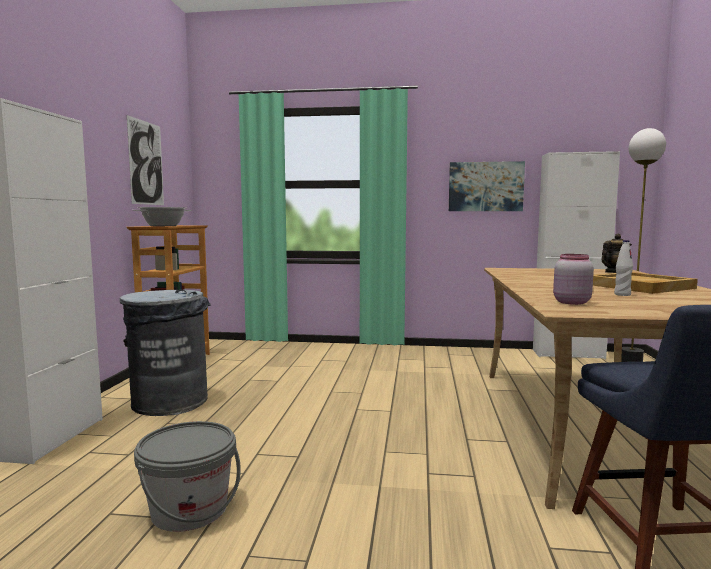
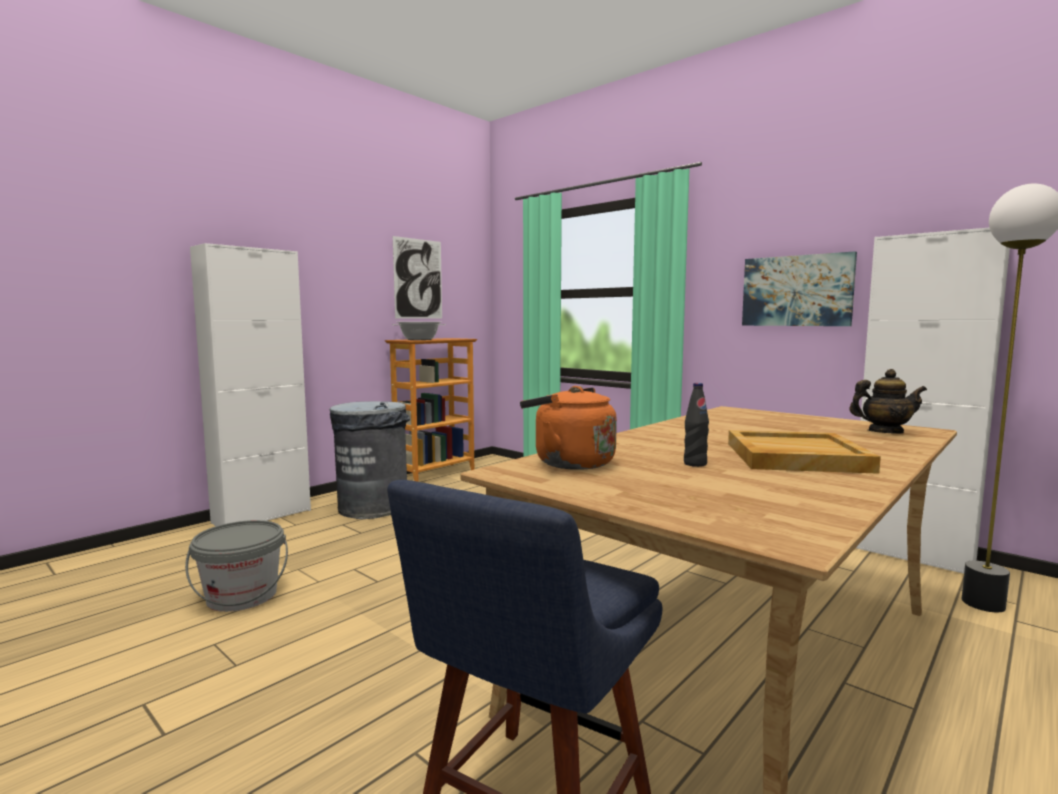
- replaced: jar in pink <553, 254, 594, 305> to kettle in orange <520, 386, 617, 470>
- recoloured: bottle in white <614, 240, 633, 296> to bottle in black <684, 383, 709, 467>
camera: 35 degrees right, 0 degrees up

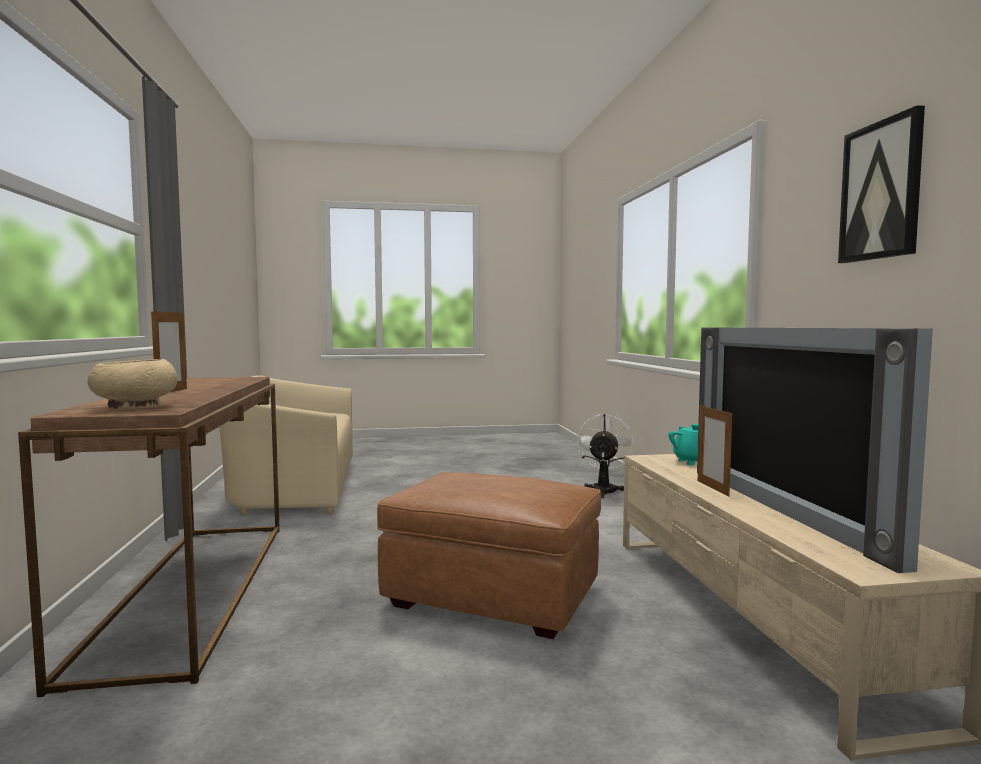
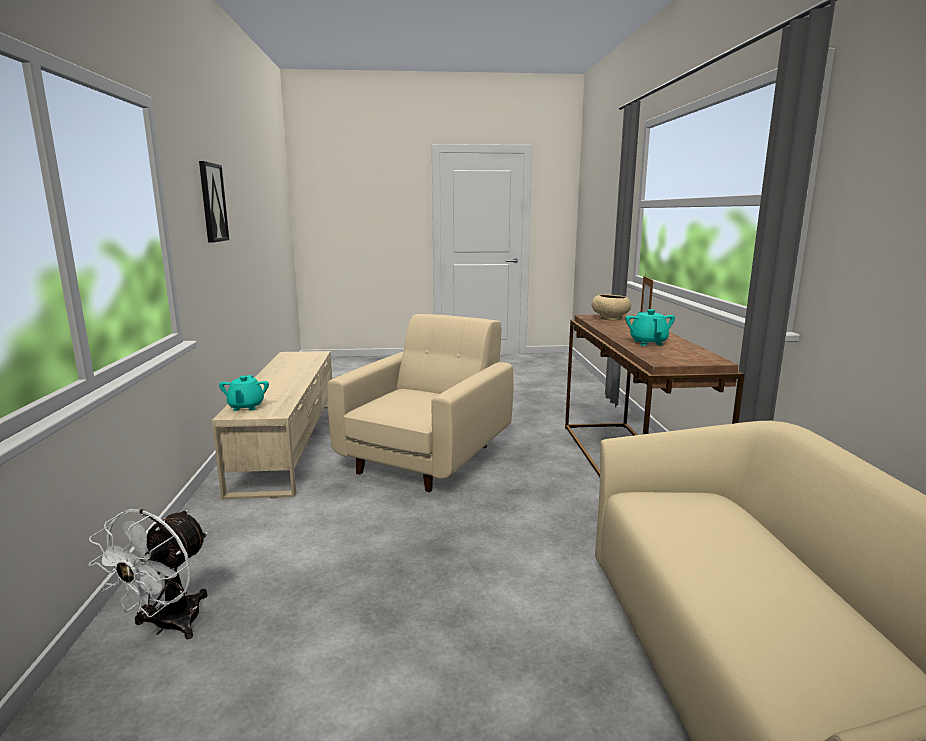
- replaced: ottoman in brown <377, 472, 601, 639> to armchair in beige <327, 314, 513, 492>
- removed: television <697, 327, 933, 573>
- removed: picture frame <698, 404, 732, 497>
- added: teapot in turquoise <625, 309, 675, 346>
camera: 175 degrees left, 10 degrees up

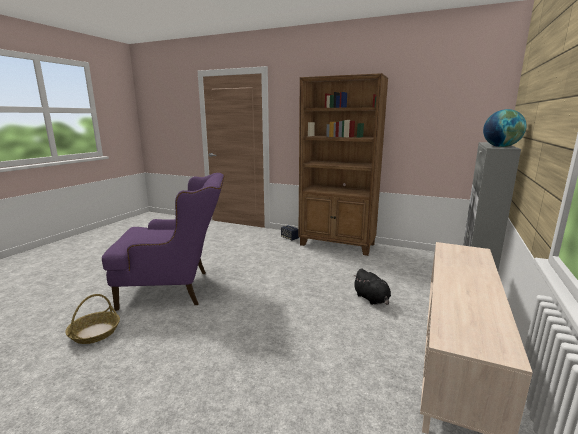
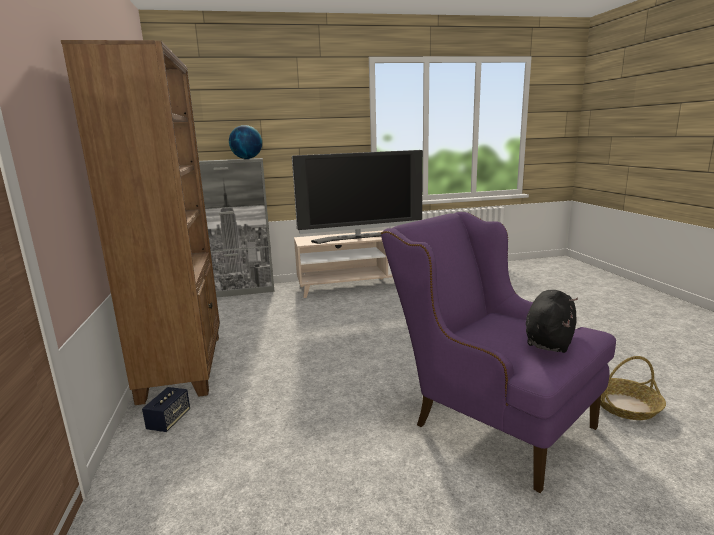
- moved: plush toy in black <354, 268, 391, 305> to <526, 290, 578, 353>
- added: television <292, 150, 423, 244>
camera: 125 degrees left, 0 degrees up

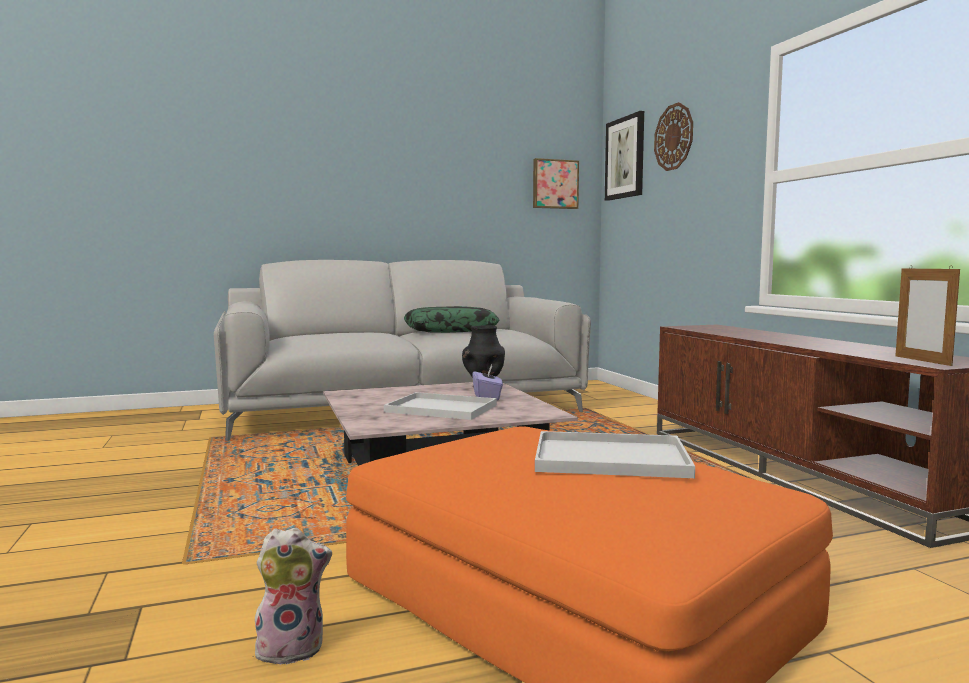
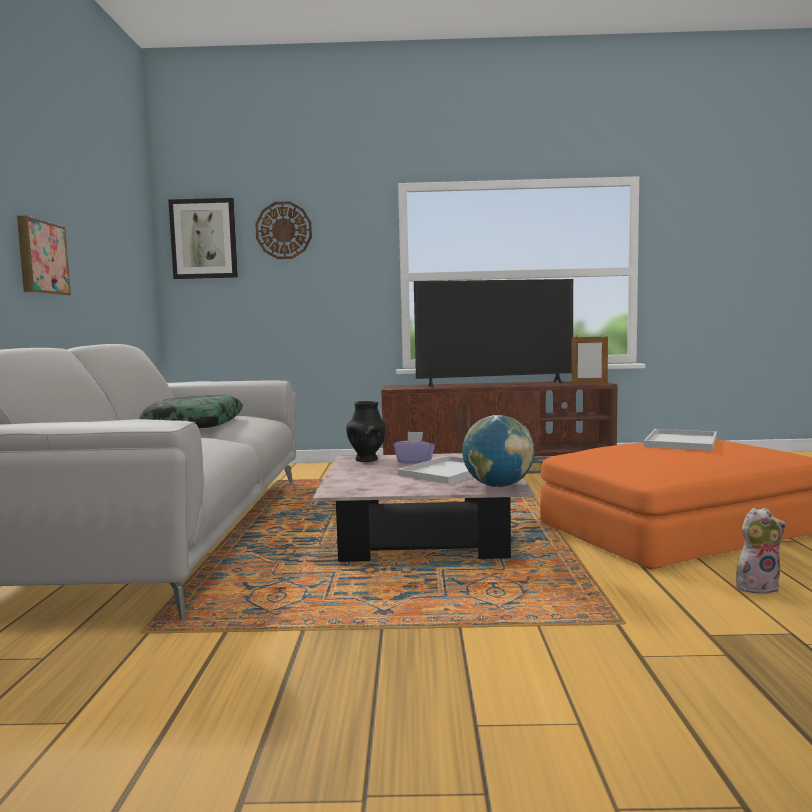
- turned: plush toy <255, 528, 332, 665> = <736, 508, 786, 594> 75 degrees clockwise
- moved: picture <533, 158, 579, 209> to <17, 216, 71, 296>
- added: television <414, 279, 573, 388>
- added: globe <462, 415, 535, 487>
camera: 70 degrees left, 0 degrees up

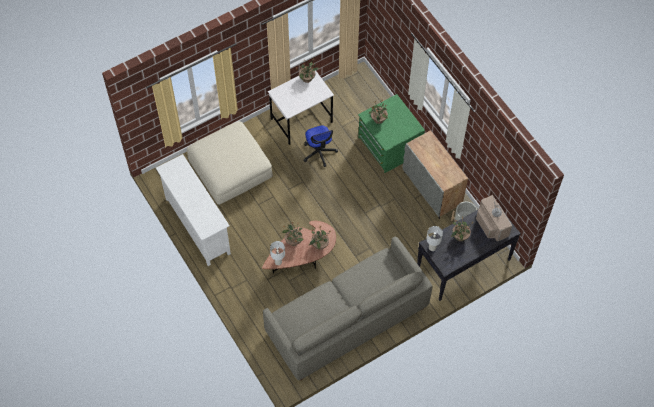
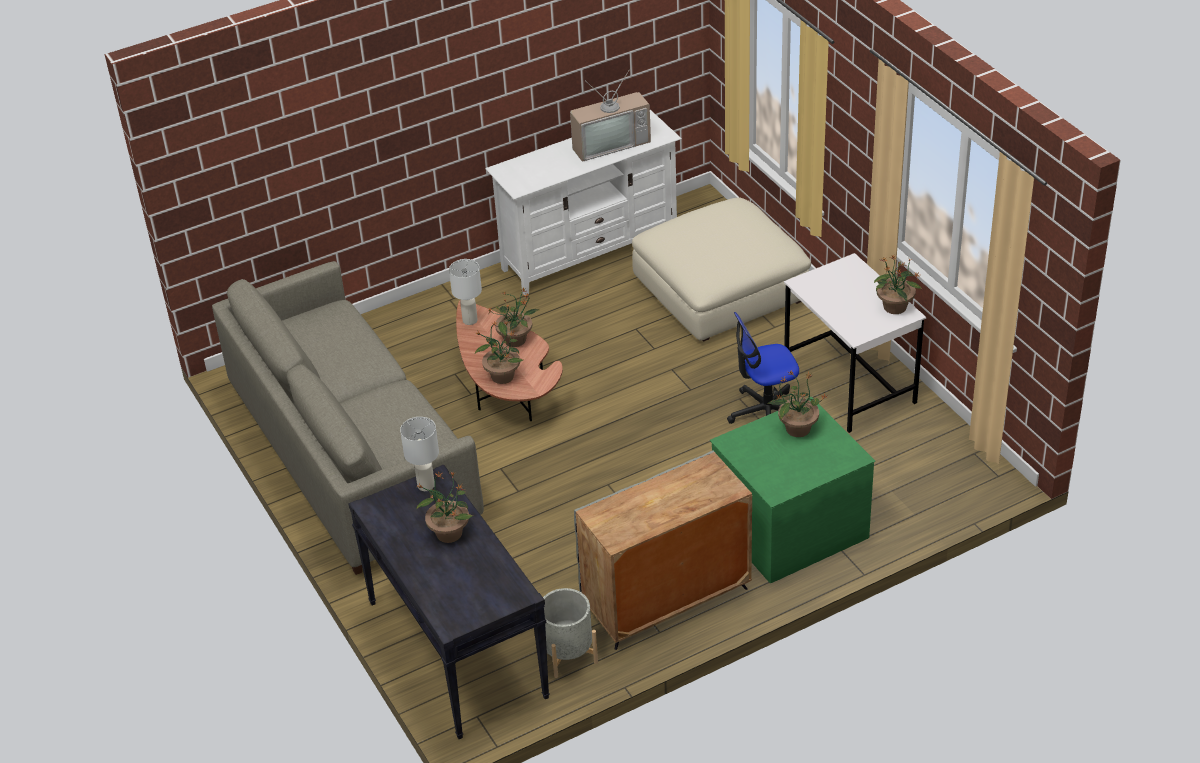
- moved: television <476, 193, 512, 241> to <570, 68, 651, 162>
camera: 95 degrees right, 20 degrees down

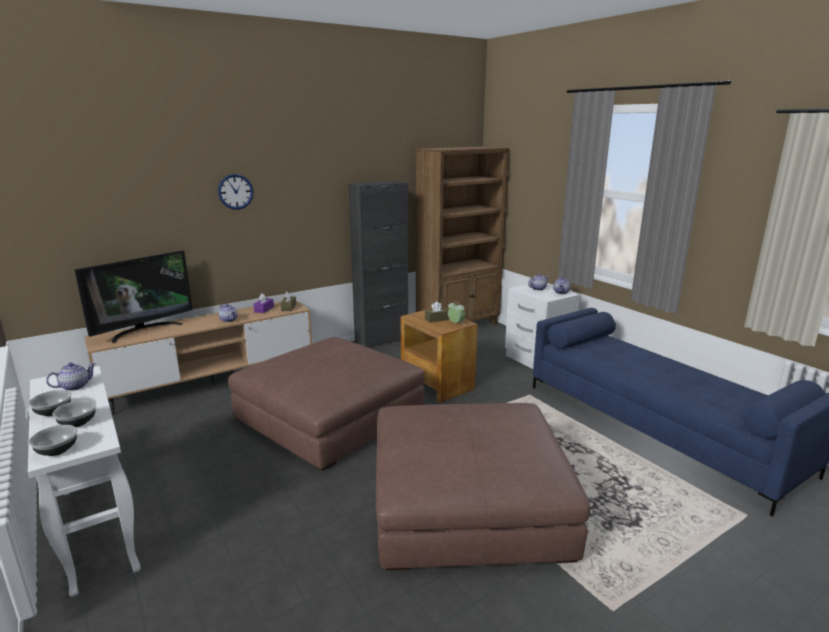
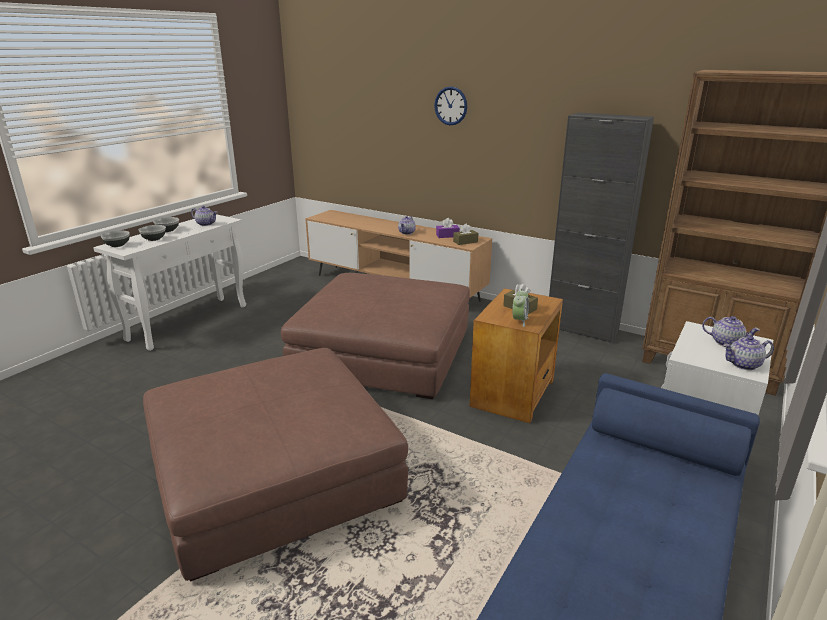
- removed: television <74, 250, 193, 343>
camera: 65 degrees right, 5 degrees up

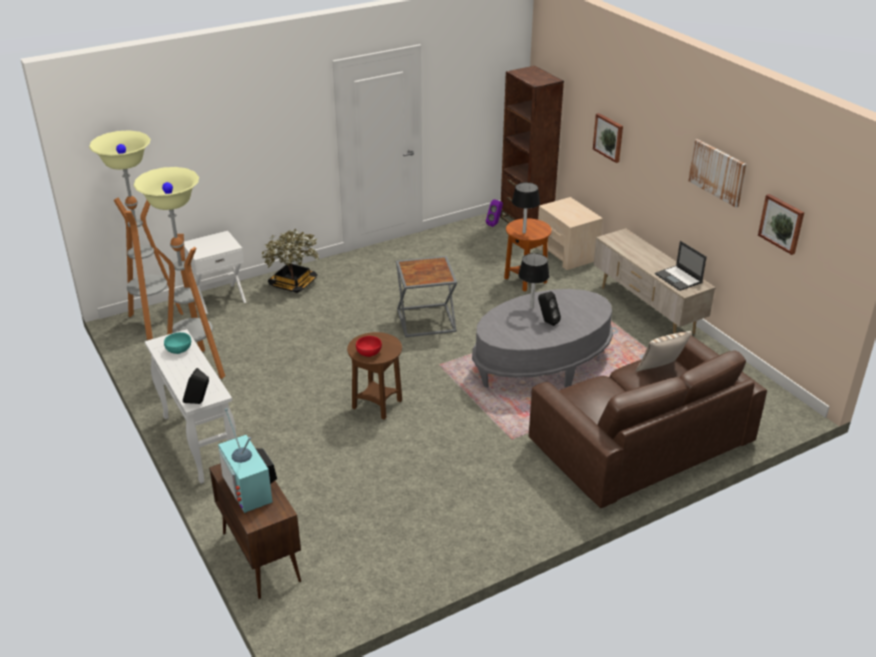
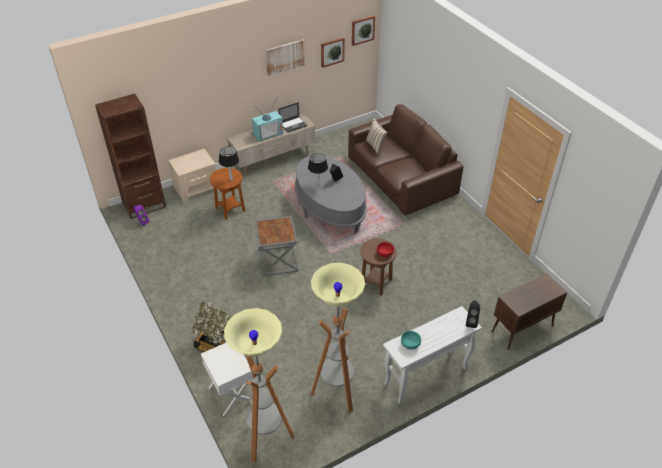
- moved: television <218, 408, 277, 513> to <252, 97, 283, 142>
- moved: picture <593, 113, 623, 163> to <352, 15, 375, 46>
camera: 90 degrees left, 10 degrees up

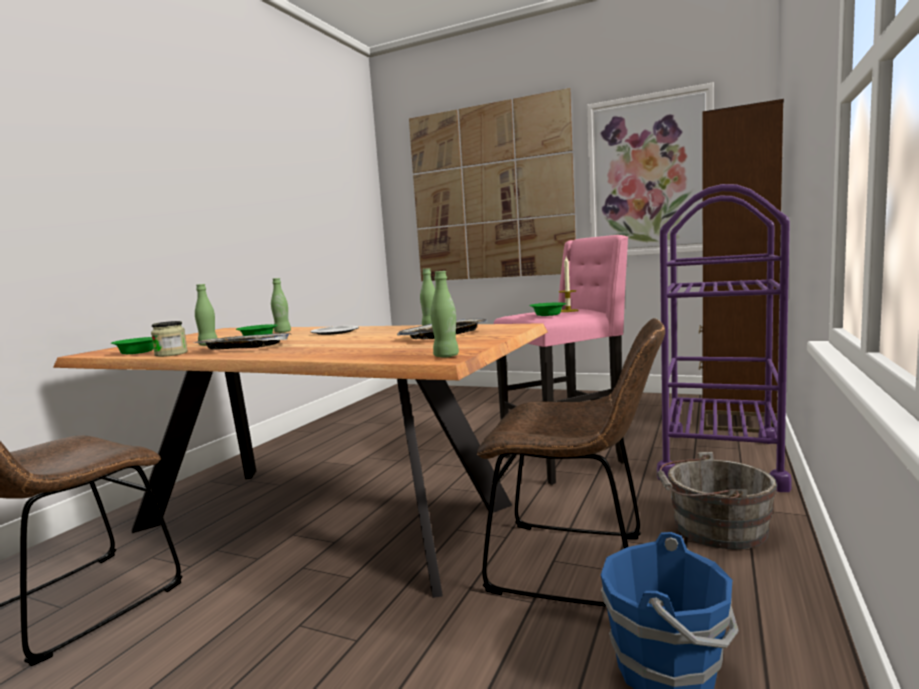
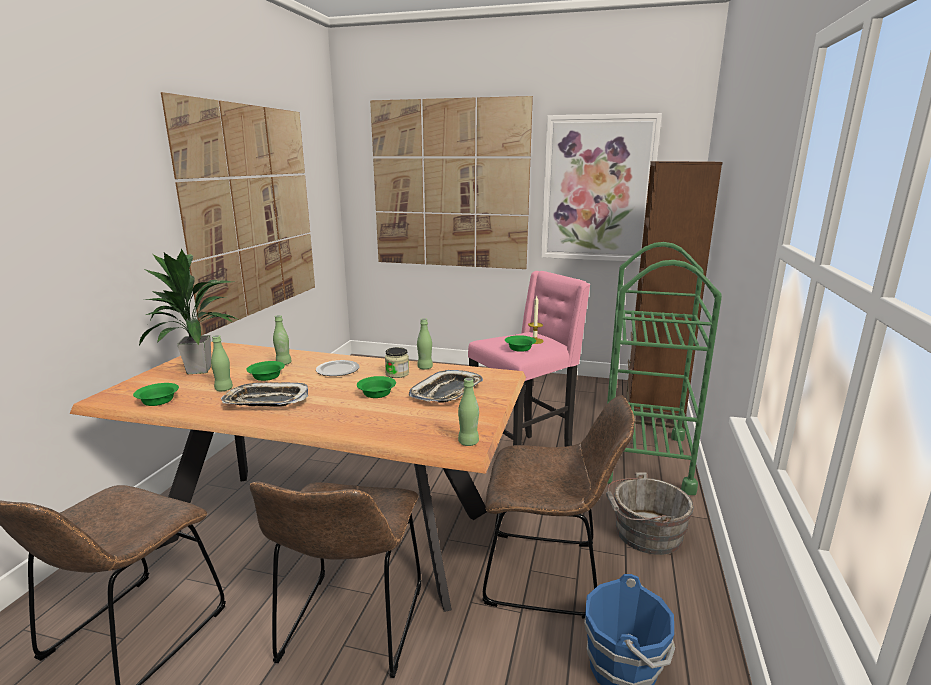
- moved: jar <151, 321, 188, 357> to <385, 347, 409, 378>
- recoloured: cart in purple <657, 184, 792, 492> to cart in green <607, 242, 722, 495>
- added: potted plant <139, 249, 240, 374>
- added: picture <161, 92, 315, 335>
- added: chair in brown <250, 481, 421, 678>
- added: bowl in green <357, 376, 396, 398>
camera: 10 degrees left, 10 degrees up

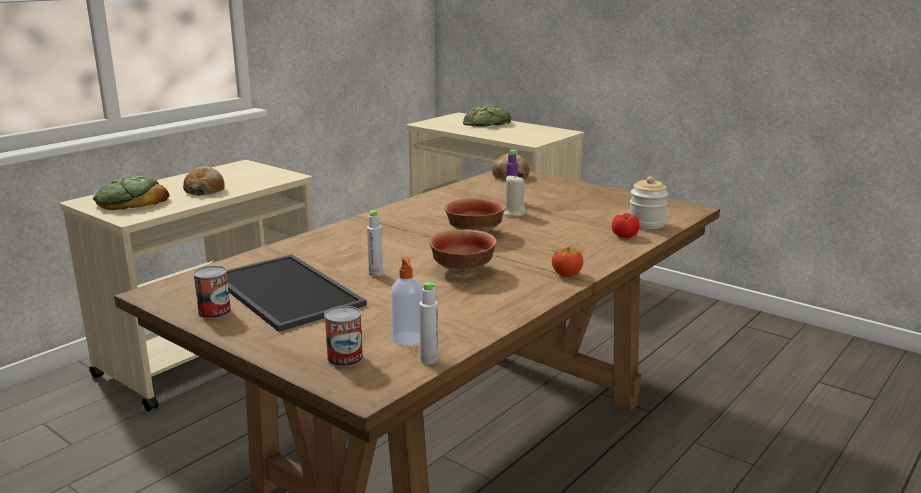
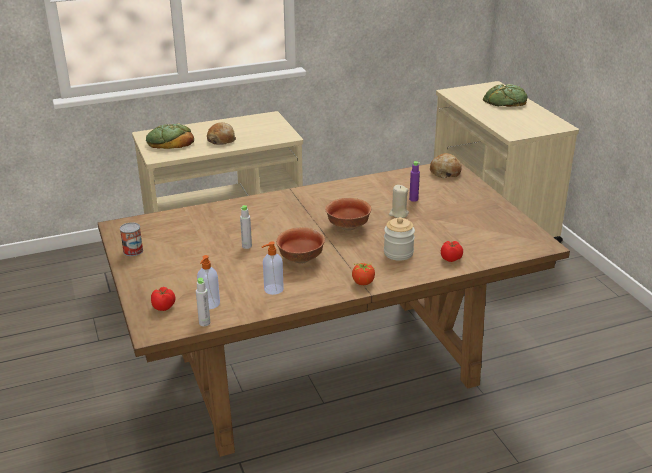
- removed: tray <227, 254, 367, 332>
- replaced: can <324, 306, 363, 367> to tomato <151, 287, 175, 311>
- moved: jar <629, 176, 668, 229> to <384, 217, 415, 261>
- added: soap dispenser <262, 241, 284, 295>
camera: 30 degrees right, 10 degrees up

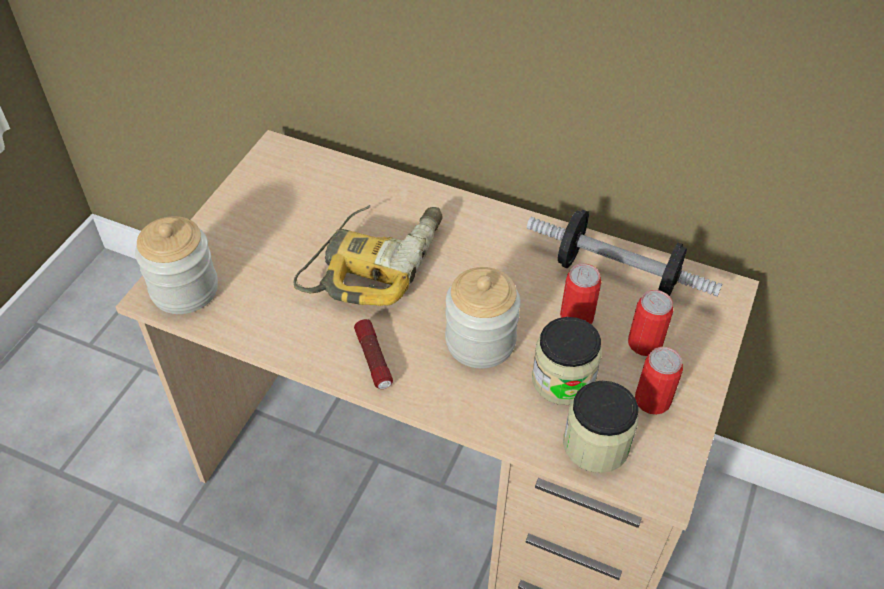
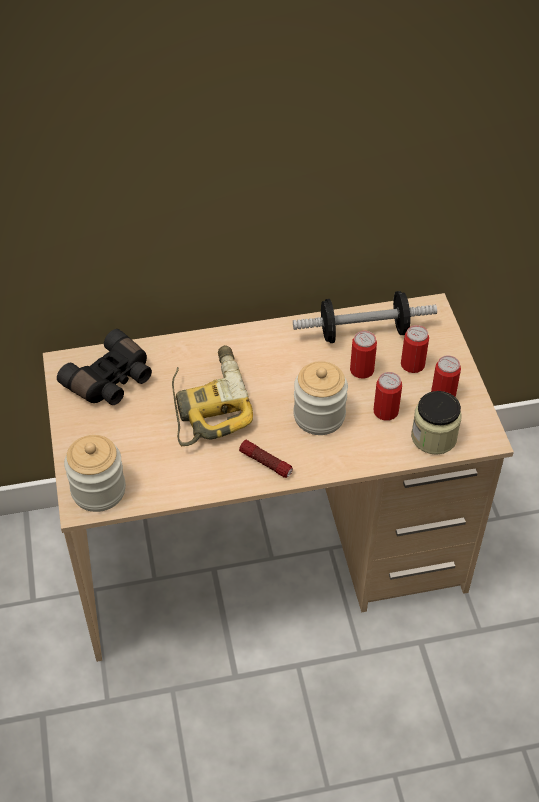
- replaced: jar <532, 317, 602, 405> to can <374, 372, 402, 421>
- added: binoculars in black <57, 329, 152, 405>
camera: 35 degrees left, 0 degrees up

